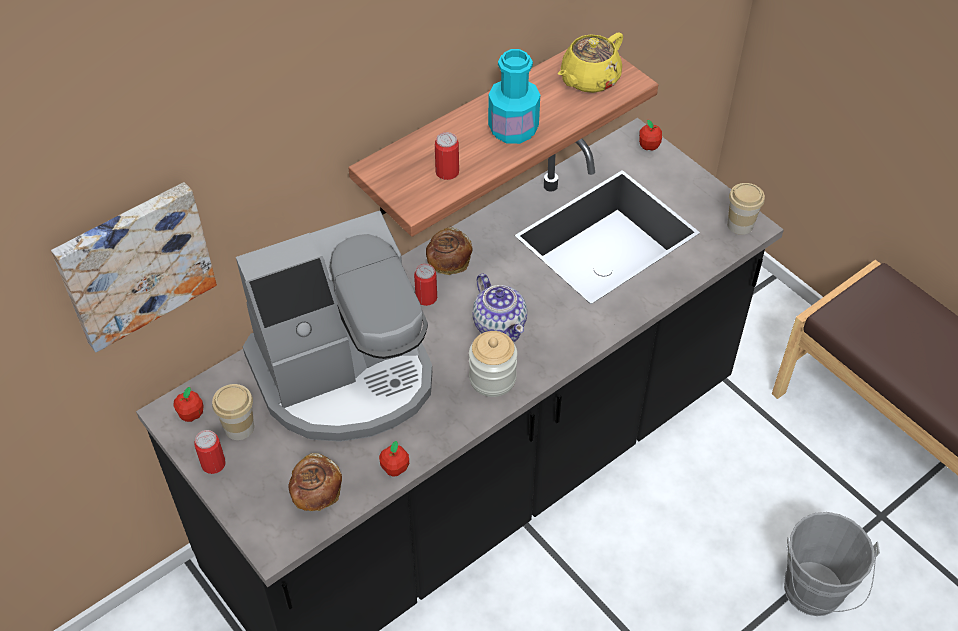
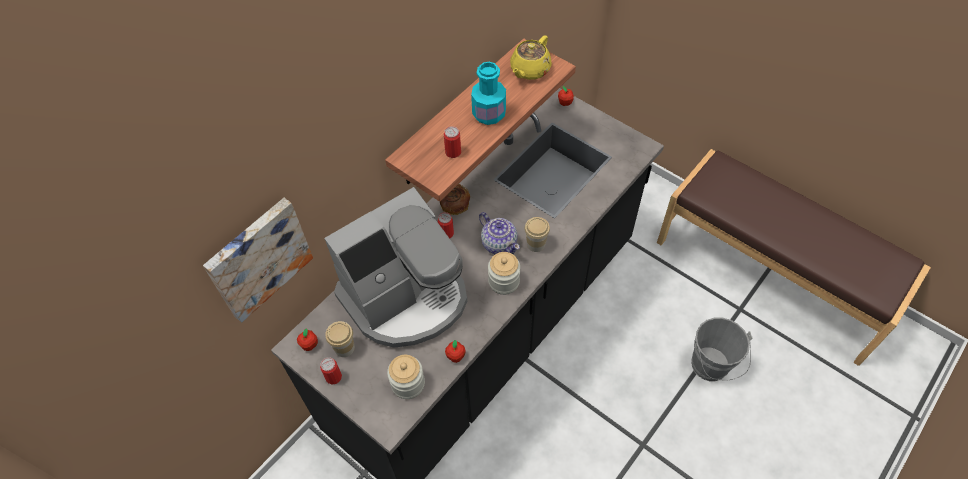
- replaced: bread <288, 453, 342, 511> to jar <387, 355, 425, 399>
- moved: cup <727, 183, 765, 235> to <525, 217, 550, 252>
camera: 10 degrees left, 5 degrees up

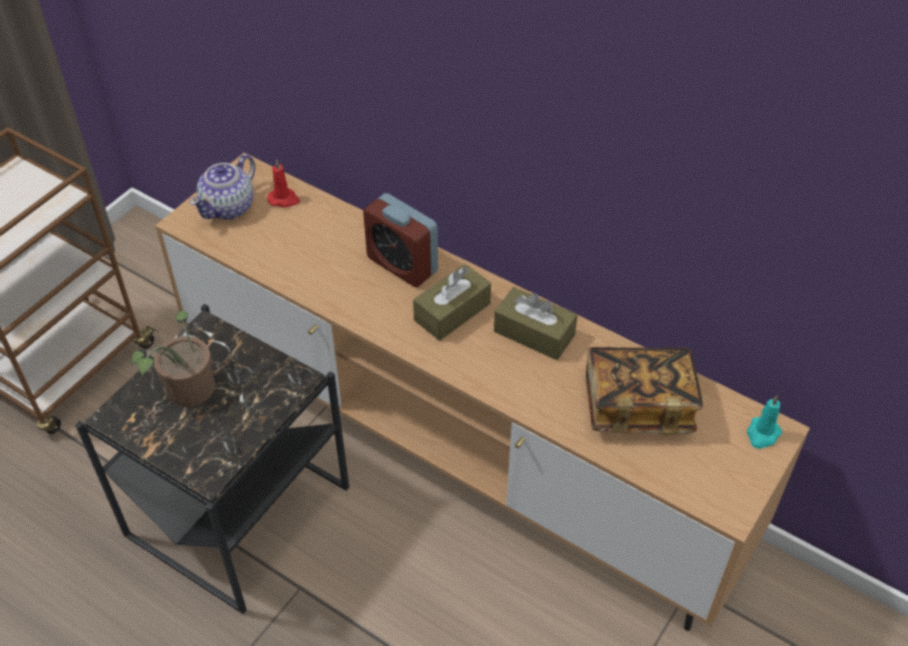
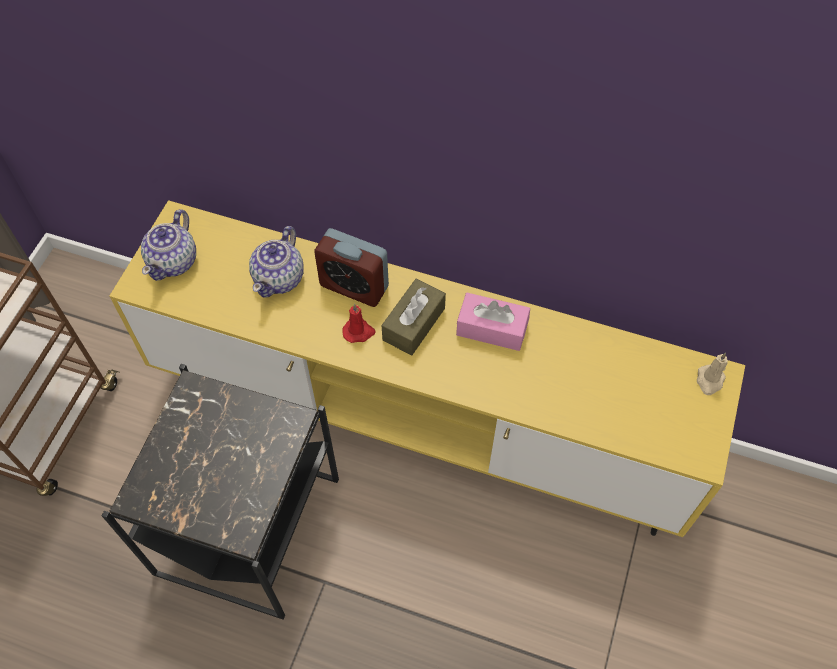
- removed: potted plant <131, 310, 215, 407>
- recoloured: tv stand in brown <155, 153, 810, 631> to tv stand in yellow <110, 200, 745, 537>
- moved: candle in red <267, 159, 300, 208> to <343, 304, 376, 343>
- recoloured: tissue box in brown <494, 287, 578, 360> to tissue box in pink <456, 293, 530, 351>
- removed: book <586, 347, 703, 435>
- recoloured: candle in turquoise <747, 395, 782, 449> to candle in beige <697, 353, 728, 395>
- added: teapot <249, 226, 304, 298>
camera: 15 degrees left, 10 degrees up

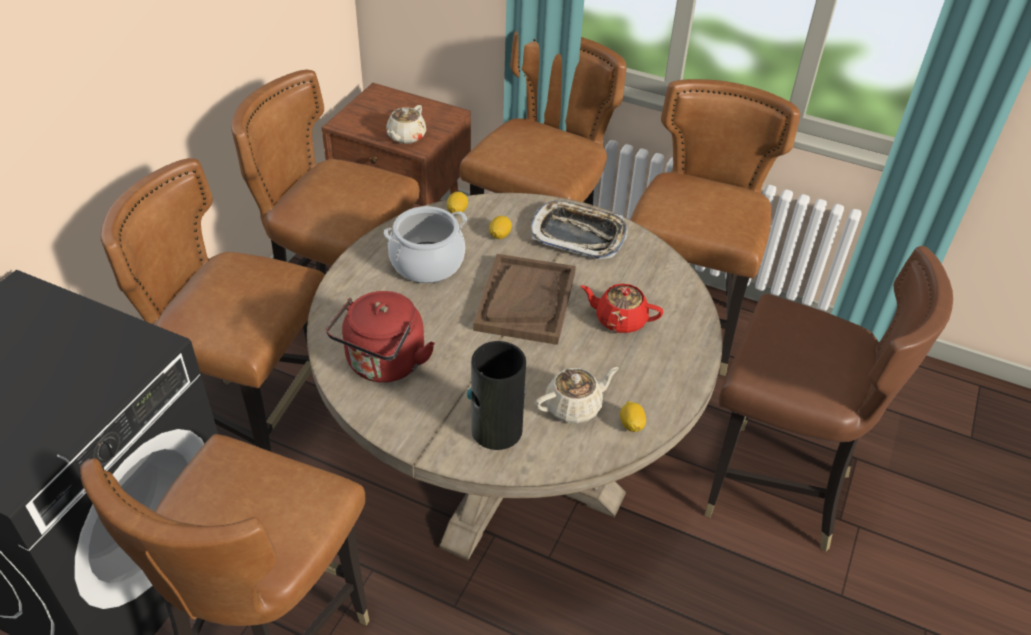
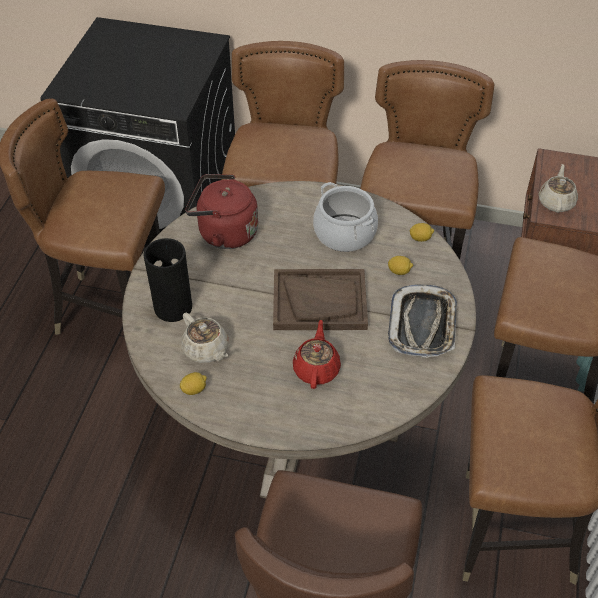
- turned: teapot in beige <386, 105, 426, 144> = <539, 164, 578, 213> 90 degrees clockwise
camera: 80 degrees right, 5 degrees up

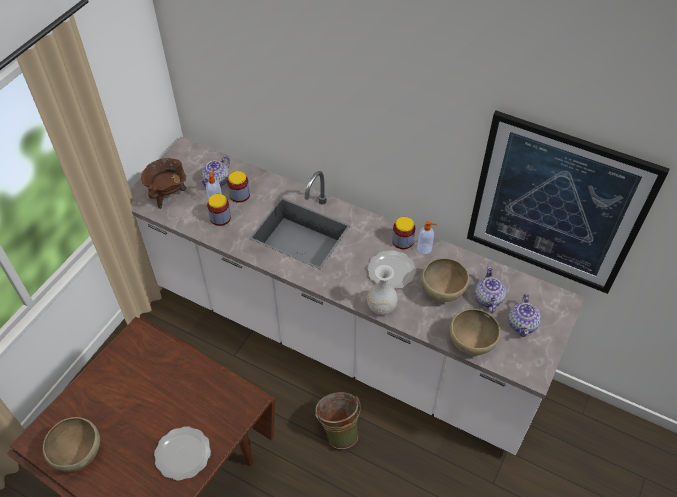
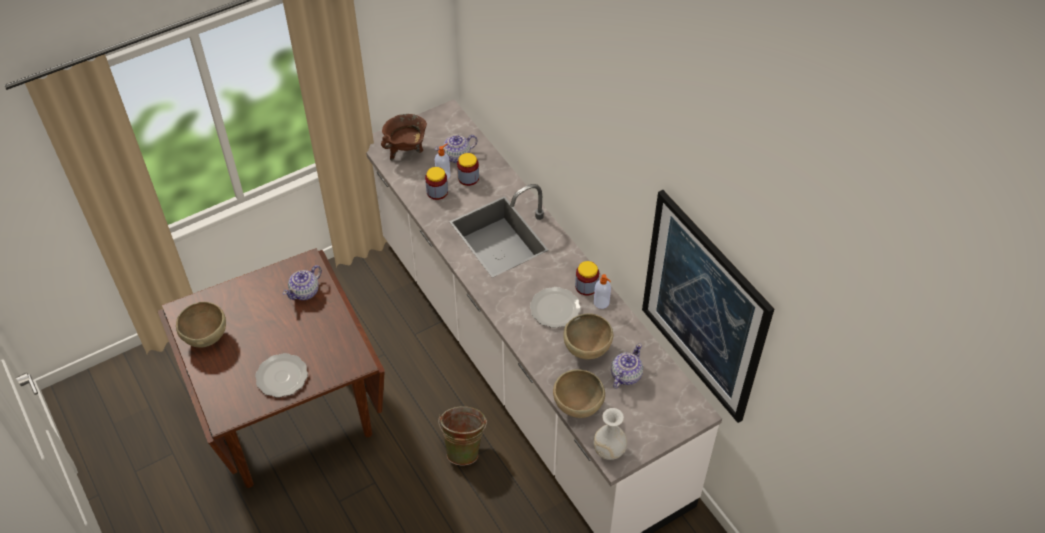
- moved: vase in white <367, 265, 398, 315> to <593, 408, 627, 460>
- moved: teapot <508, 294, 541, 337> to <283, 265, 322, 300>
camera: 30 degrees right, 0 degrees up

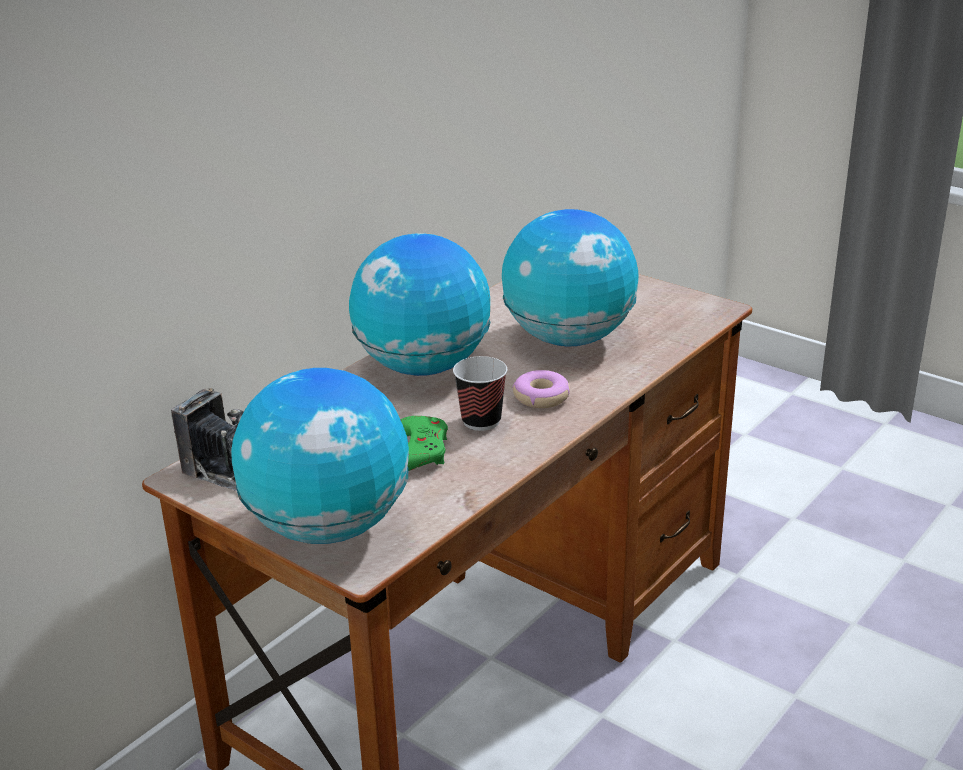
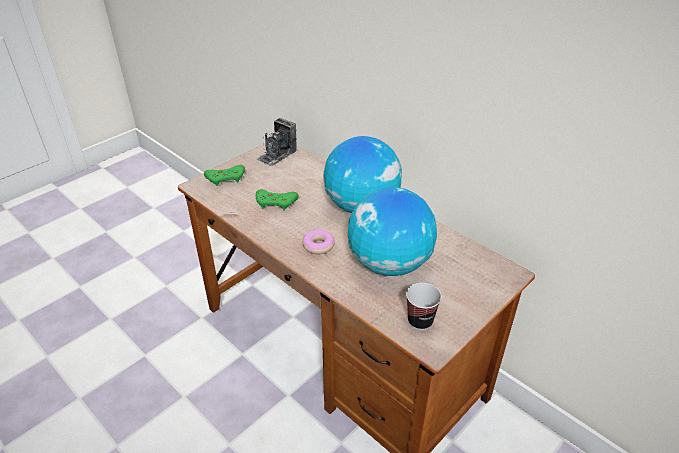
- replaced: globe <231, 368, 409, 544> to game controller in green <204, 165, 245, 186>
- moved: cup <453, 356, 507, 431> to <406, 283, 442, 330>
camera: 95 degrees right, 10 degrees up

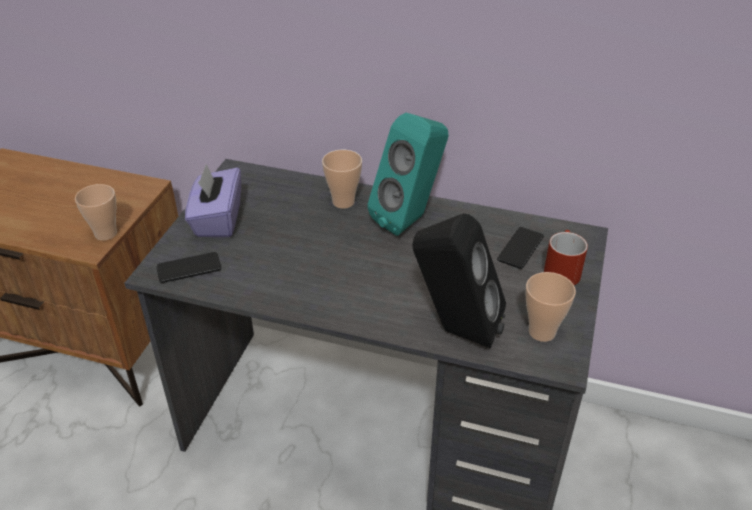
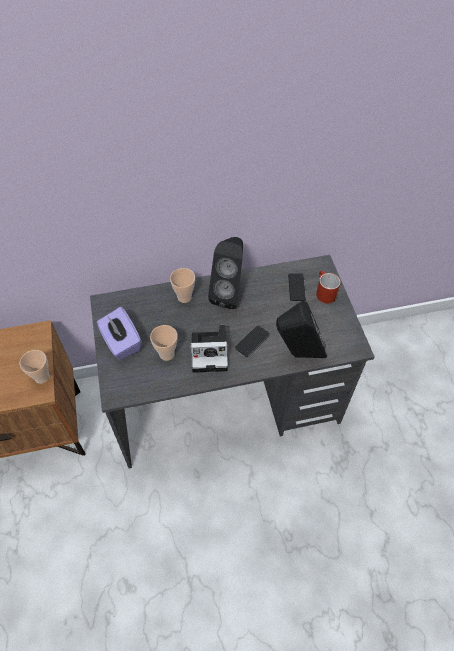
- moved: phone <156, 252, 221, 283> to <235, 325, 270, 357>
- recoloured: speaker in turquoise <367, 113, 449, 236> to speaker in black <208, 237, 243, 309>
- moved: cup <526, 272, 576, 342> to <150, 325, 178, 361>
- added: photo camera <191, 324, 228, 373>
camera: 30 degrees left, 15 degrees up

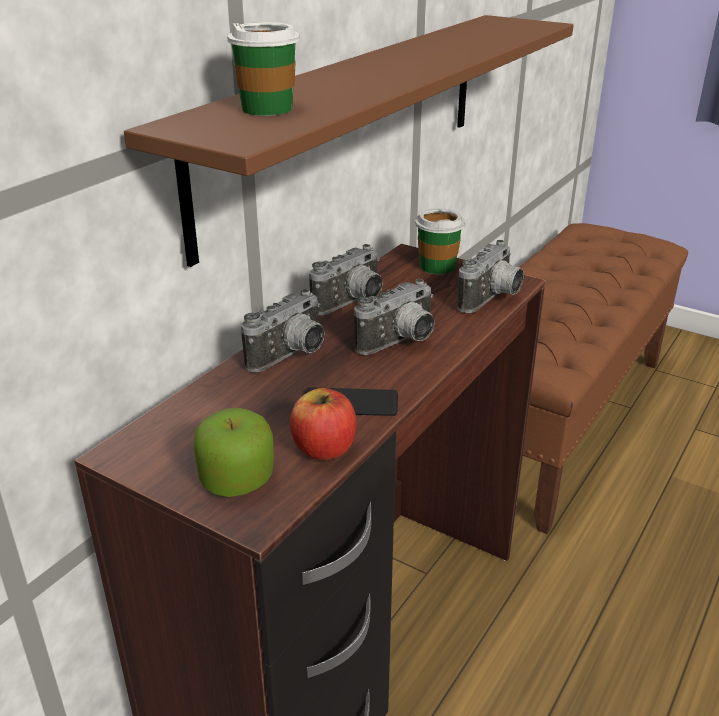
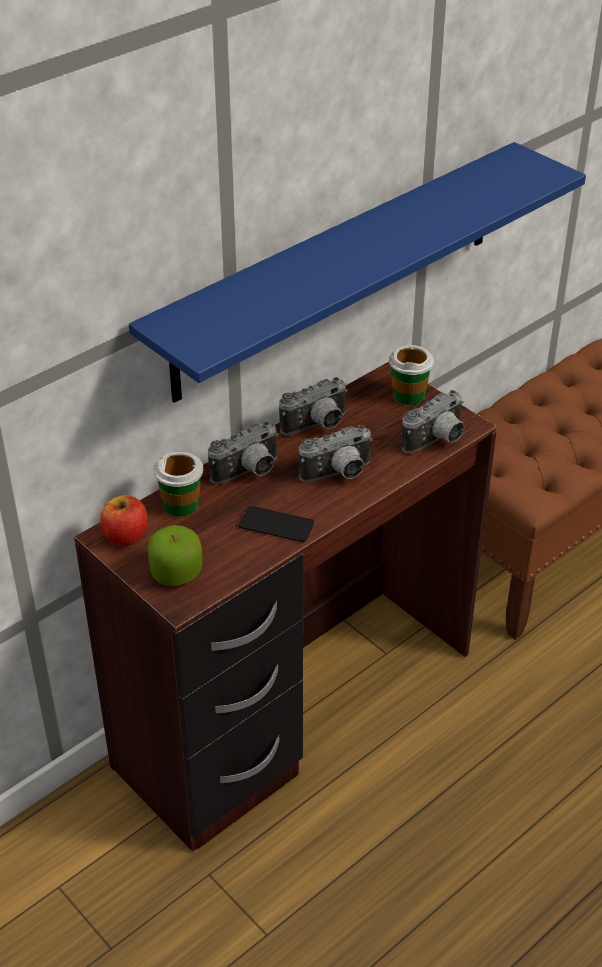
- recoloured: shelf in brown <124, 15, 574, 267> to shelf in blue <129, 142, 586, 403>
- moved: cup <227, 22, 300, 116> to <154, 451, 203, 517>
- moved: apple <290, 388, 356, 460> to <100, 495, 148, 546>
camera: 15 degrees right, 10 degrees up

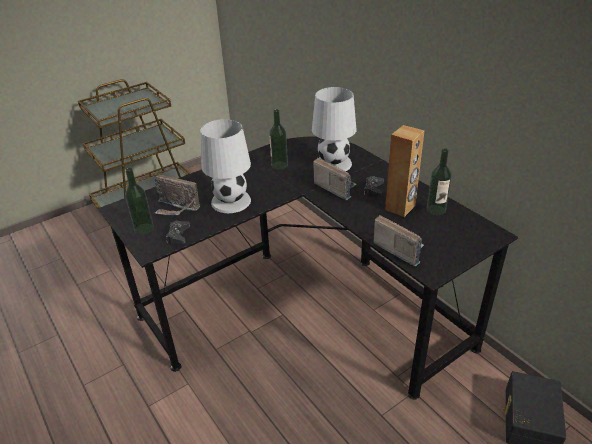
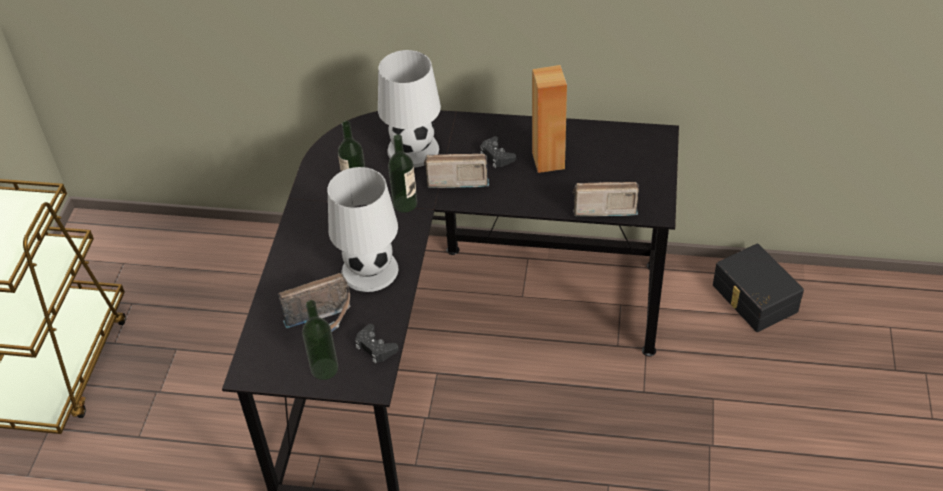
- moved: bottle <427, 148, 452, 216> to <388, 134, 417, 213>
camera: 45 degrees left, 10 degrees up

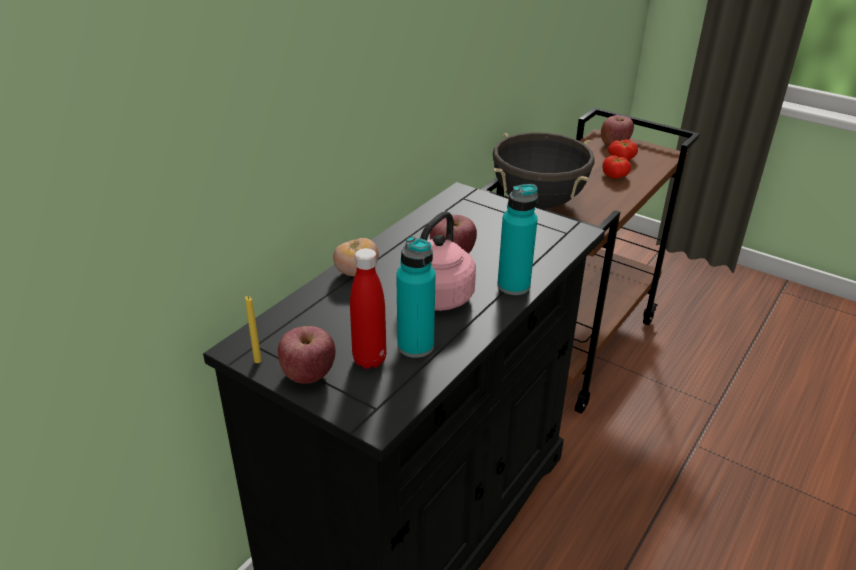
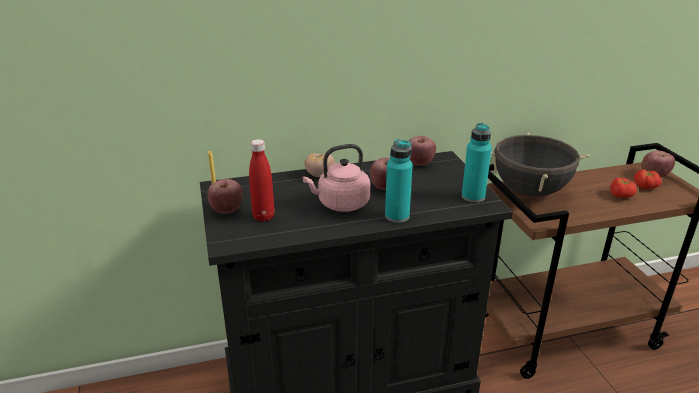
- moved: bottle in turquoise <396, 237, 436, 358> to <462, 123, 492, 203>
- added: apple <409, 136, 436, 166>
camera: 40 degrees right, 5 degrees down

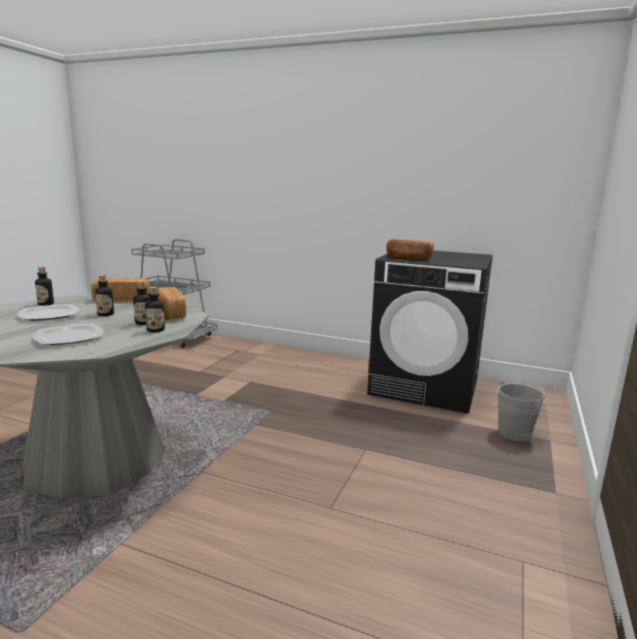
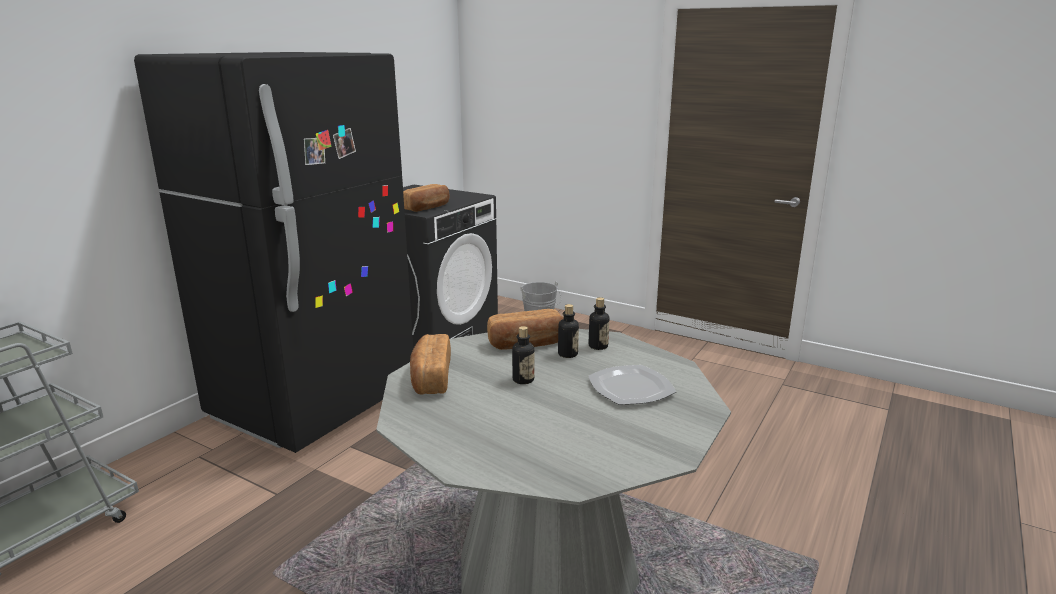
- removed: plate <17, 304, 79, 321>
- removed: bottle <35, 267, 54, 306>
- added: fridge in black <134, 52, 413, 453>
camera: 80 degrees left, 5 degrees up

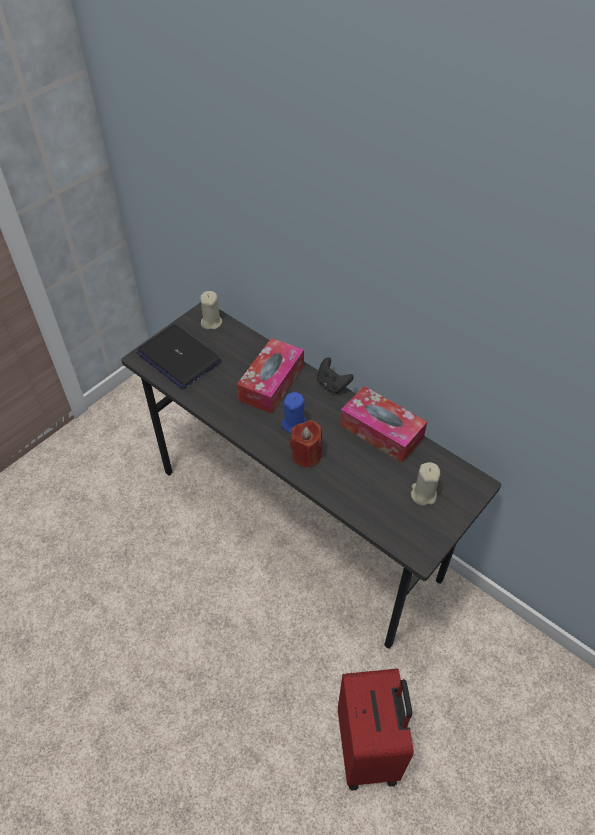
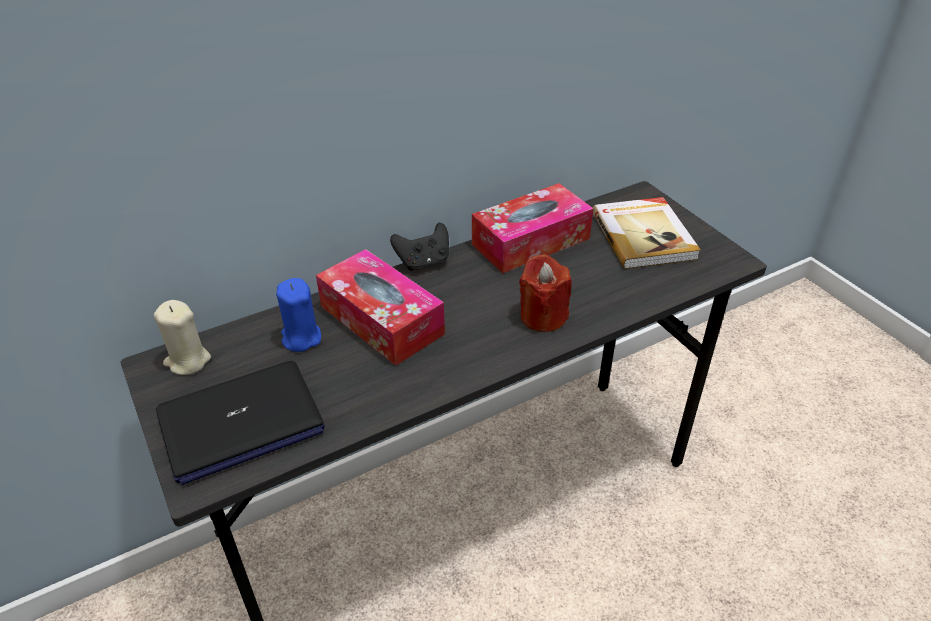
- moved: candle in blue <281, 392, 306, 433> to <276, 278, 321, 352>
- removed: suitcase in red <338, 669, 414, 790>
- replaced: candle in beige <411, 462, 440, 506> to book <593, 197, 701, 269>
camera: 70 degrees left, 10 degrees down

